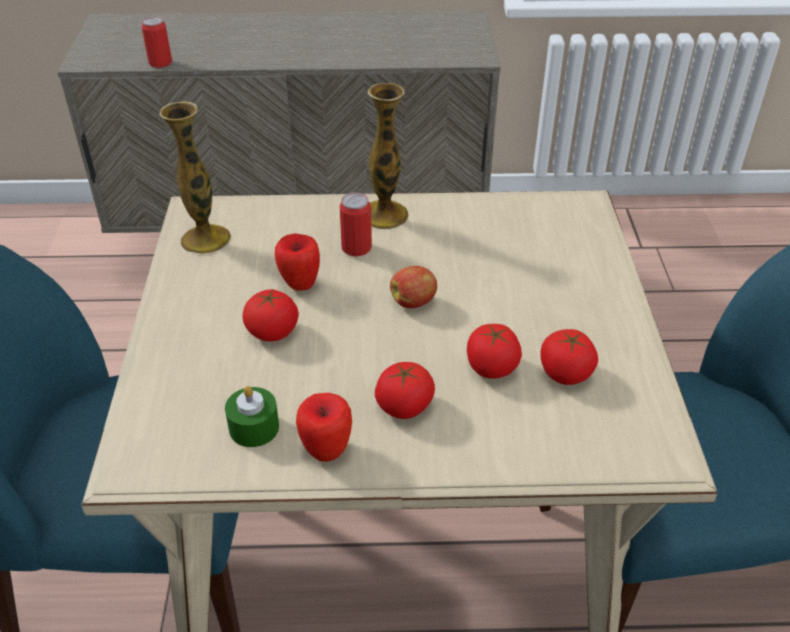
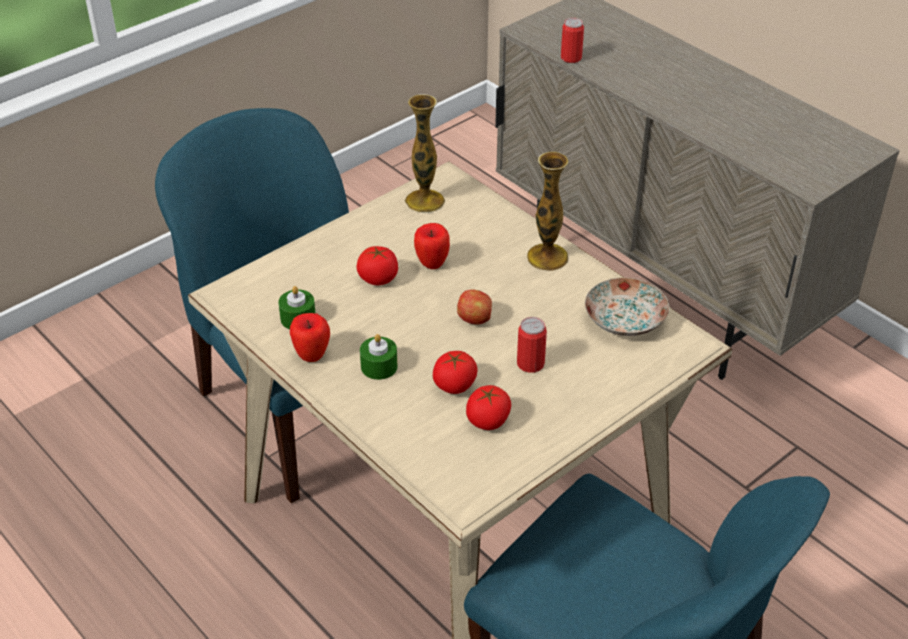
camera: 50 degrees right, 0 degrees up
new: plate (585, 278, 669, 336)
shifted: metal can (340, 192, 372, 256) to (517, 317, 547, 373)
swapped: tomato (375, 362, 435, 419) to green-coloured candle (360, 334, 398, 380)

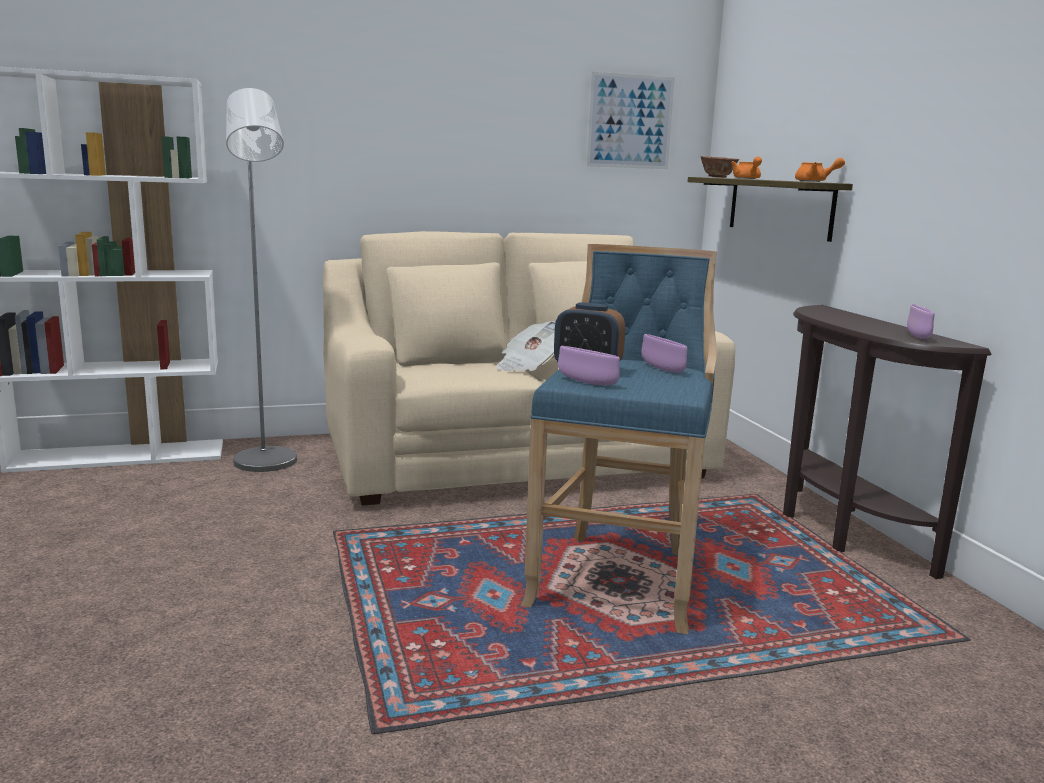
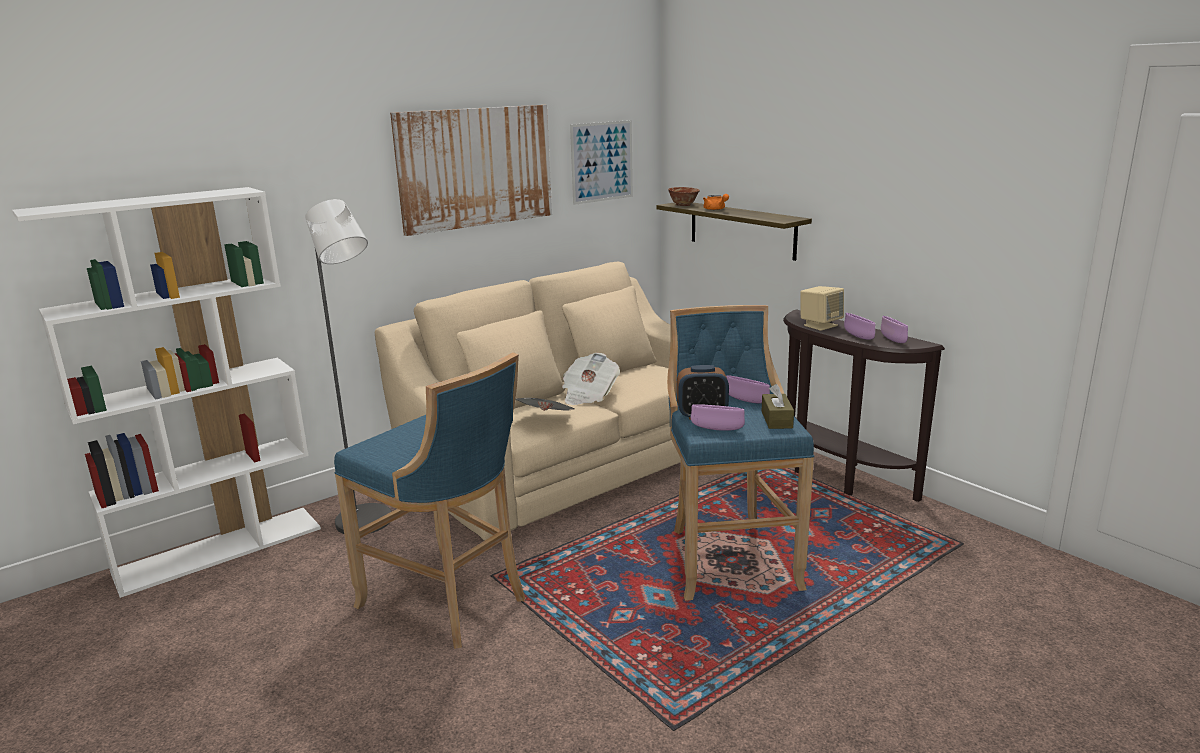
camera: 20 degrees left, 5 degrees up
gone: orange-coloured tea pot (795, 158, 845, 182)
new: bluish stool seat (334, 352, 525, 649); wall art (390, 105, 552, 236); printed paper (515, 398, 574, 411); brown tissue box (762, 384, 794, 429); sand-coloured audio speaker (800, 286, 844, 331); purplish serving bowl (844, 313, 875, 340)

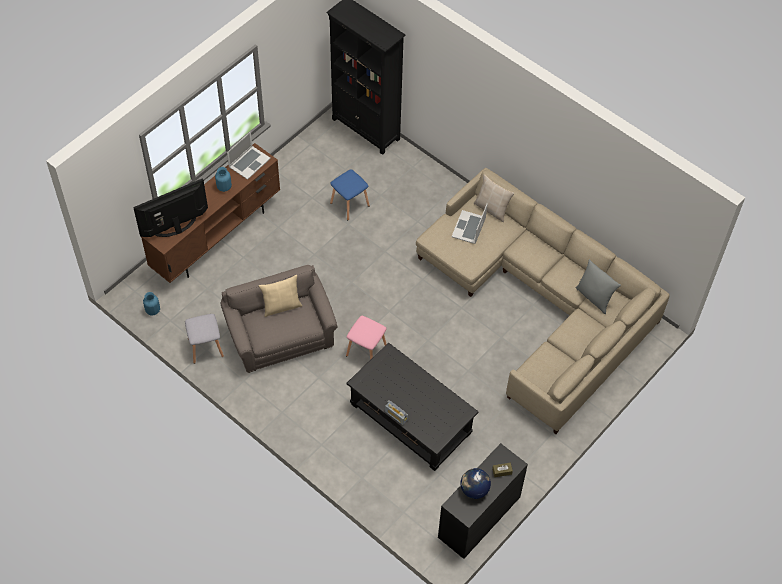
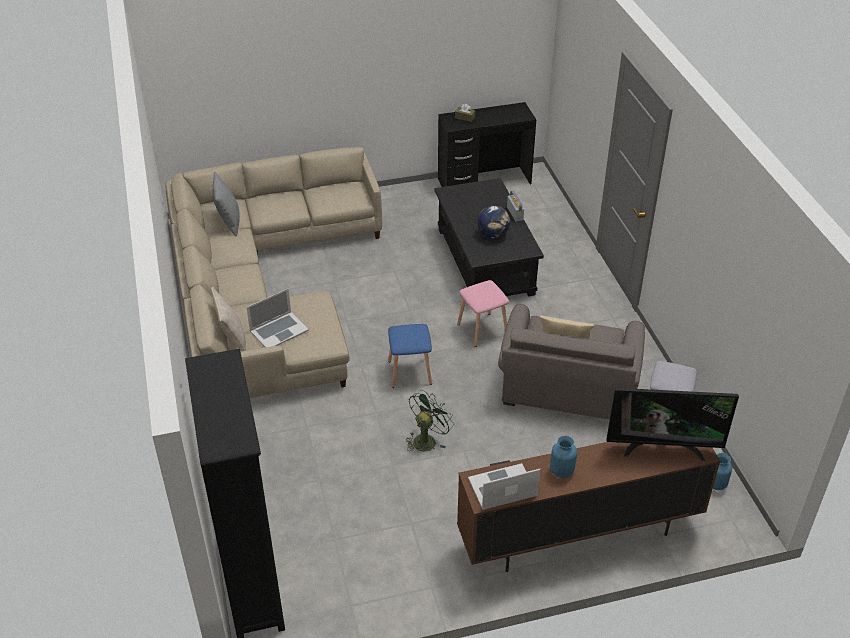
camera: 145 degrees left, 15 degrees down
new: green-coloured electric fan (406, 390, 454, 452)
shifted: bluish stool seat (330, 169, 370, 221) to (388, 324, 432, 388); world globe (460, 468, 491, 499) to (477, 205, 510, 238)

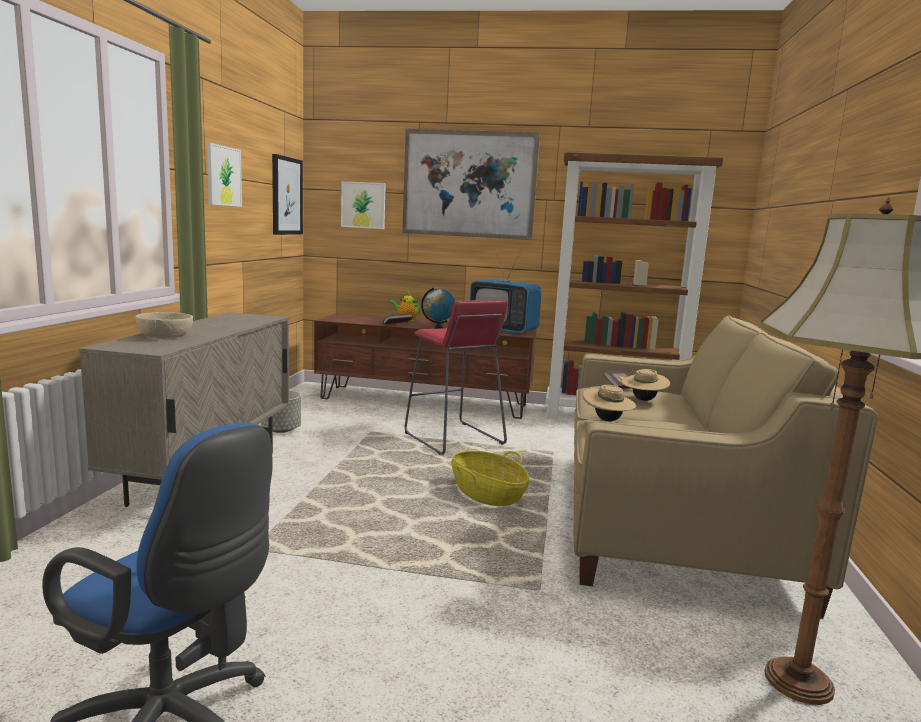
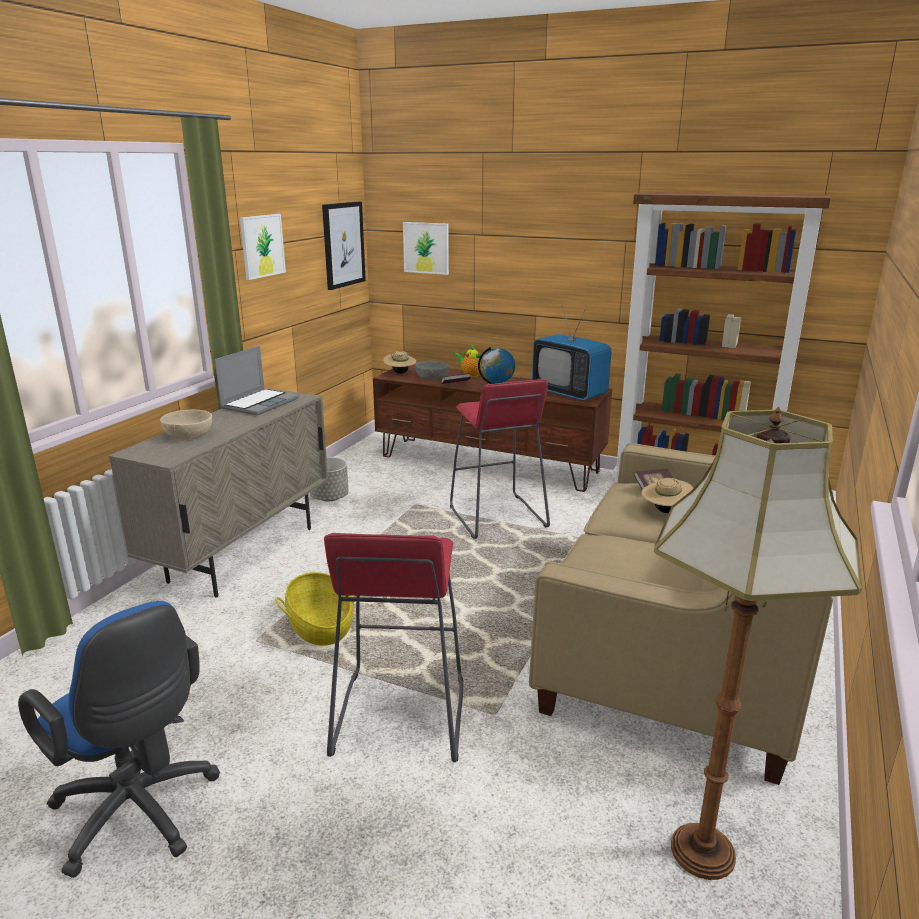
camera: 15 degrees right, 10 degrees up
gone: wall art (402, 129, 540, 240)
new: laptop (215, 346, 299, 415); reddish stool seat (324, 533, 463, 762); gray serving bowl (415, 361, 449, 380)
shifted: basket (452, 451, 529, 506) to (275, 572, 356, 645); sand-coloured hat (583, 385, 636, 421) to (383, 351, 416, 374)

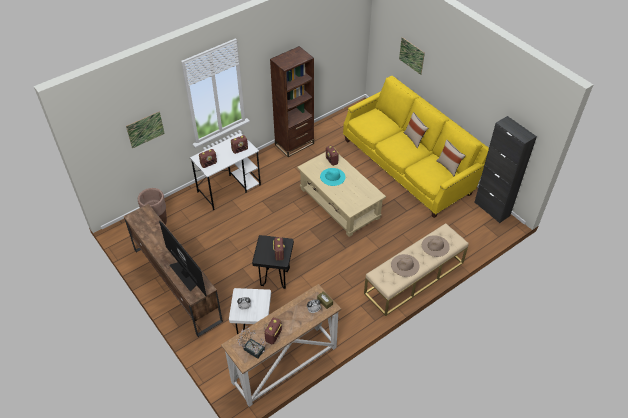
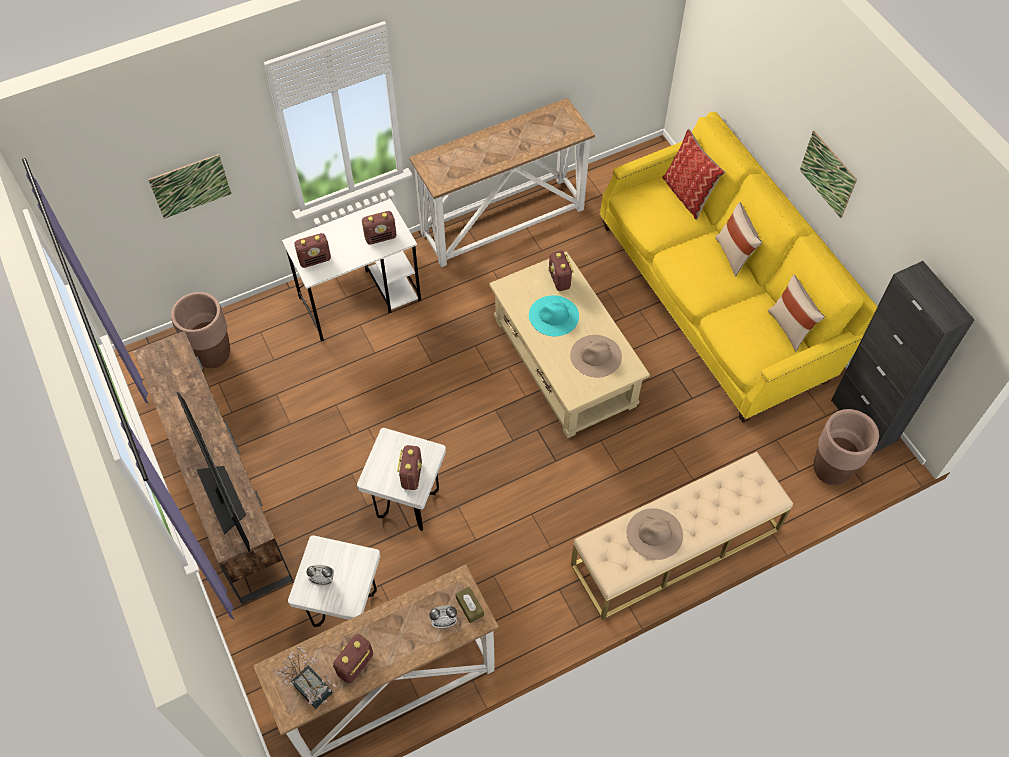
camera: 10 degrees right, 10 degrees up
new: pillow (662, 129, 725, 220); brown planter (814, 409, 879, 485)
shifted: wall art (399, 37, 425, 75) to (800, 131, 857, 218); sand-coloured hat (422, 235, 450, 257) to (570, 335, 622, 378)
swapped: brown bookcase (270, 46, 314, 157) to hall table (409, 98, 595, 267)
repainted: black-coloured stool seat (252, 235, 294, 289) to white stool seat (357, 428, 446, 531)

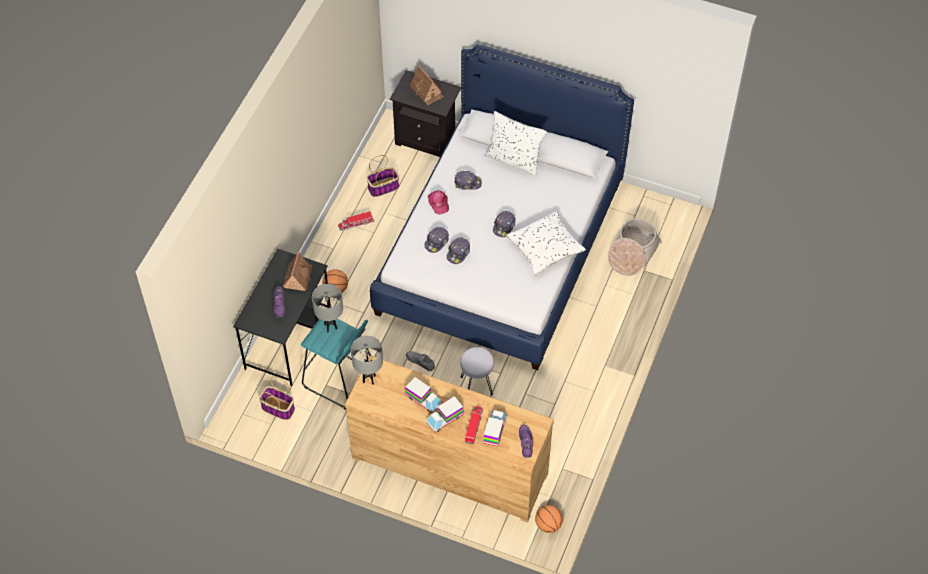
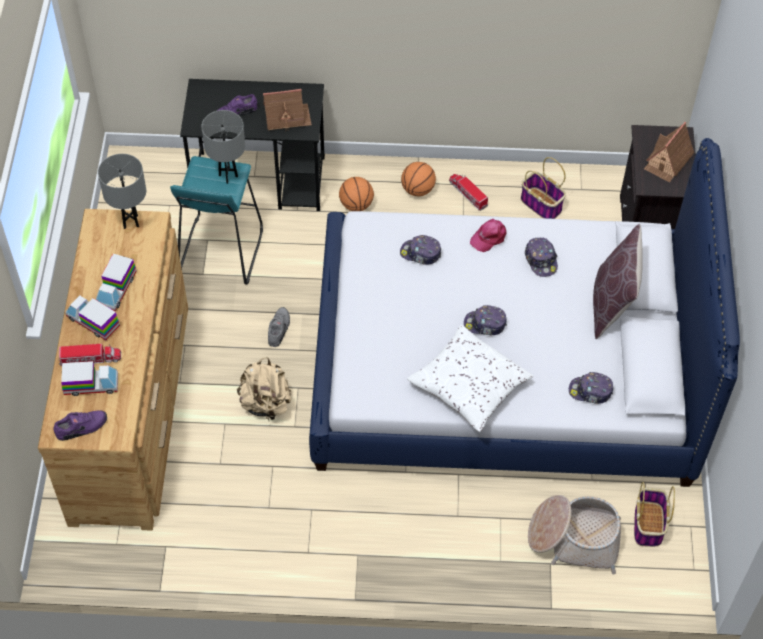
camera: 70 degrees right, 0 degrees up
shifted: basket (259, 376, 295, 420) to (634, 482, 675, 547); peaked cap (447, 237, 470, 264) to (569, 372, 613, 404); ball for basketball (535, 505, 563, 533) to (401, 162, 436, 196)
swapped: gray stool seat (460, 347, 494, 395) to sand-coloured backpack (237, 357, 292, 420)
repainted: white pillow (485, 111, 547, 176) to brown pillow (593, 224, 643, 339)

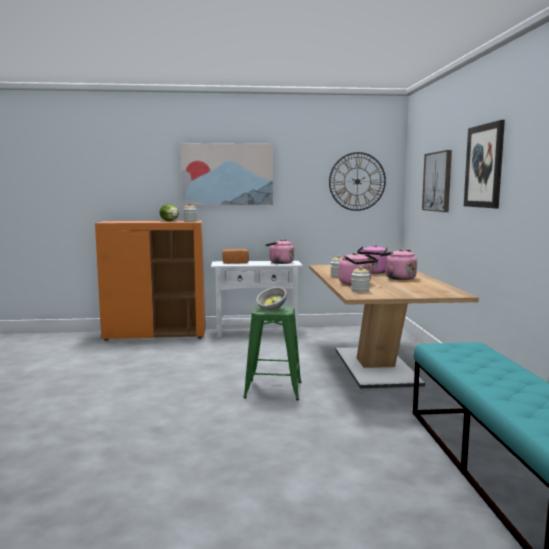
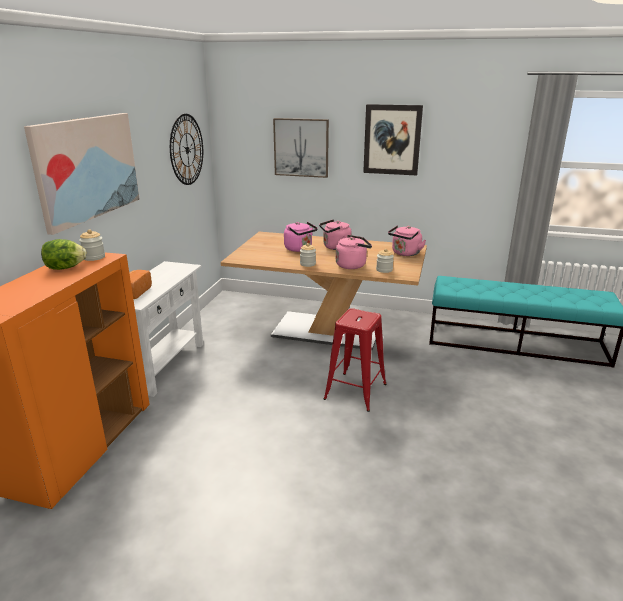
camera: 70 degrees left, 15 degrees up
gone: serving bowl (256, 287, 287, 311)
shifted: pink-coloured water kettle (266, 239, 294, 264) to (388, 225, 426, 256)
repainted: green-coloured stool seat (243, 306, 301, 400) to reddish stool seat (323, 308, 387, 412)

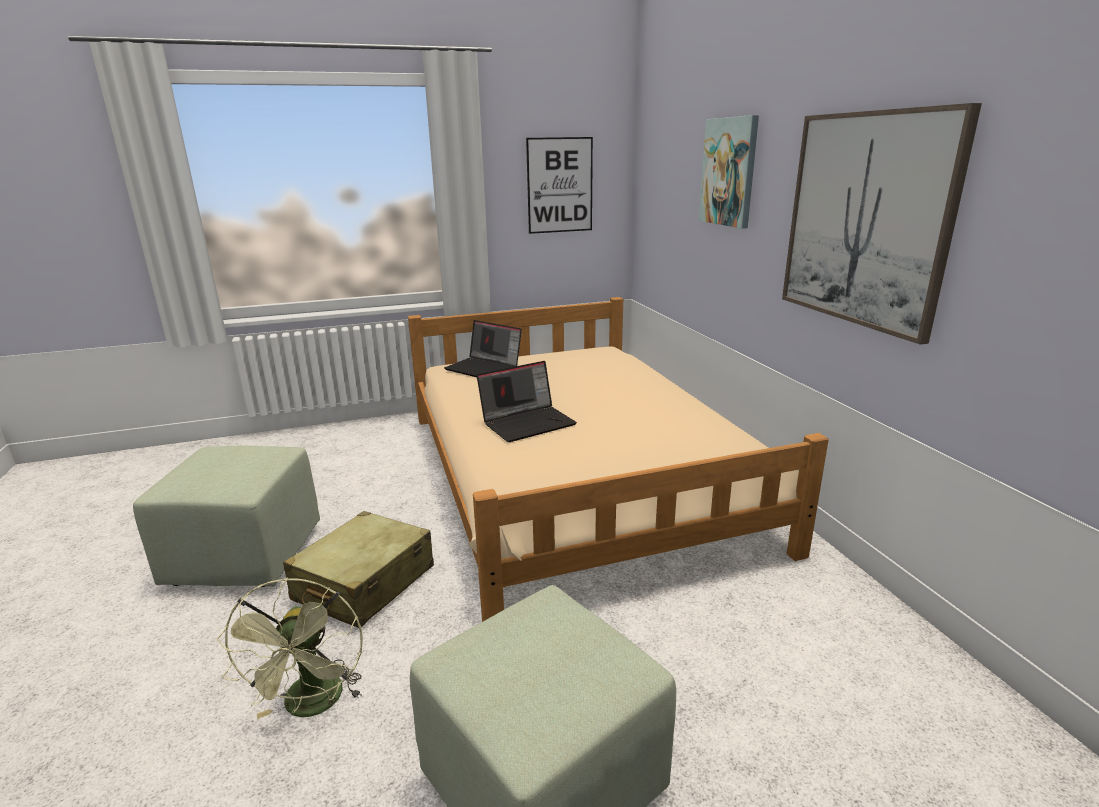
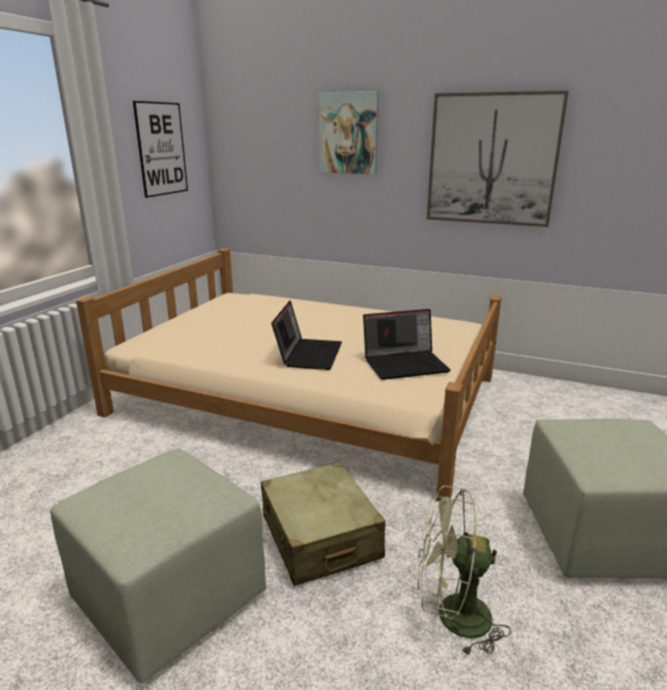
camera: 50 degrees left, 0 degrees up
shifted: laptop (444, 320, 522, 377) to (363, 309, 451, 380)
rotated: green-coloured electric fan (217, 578, 363, 719) = (418, 486, 511, 657) 150 degrees clockwise

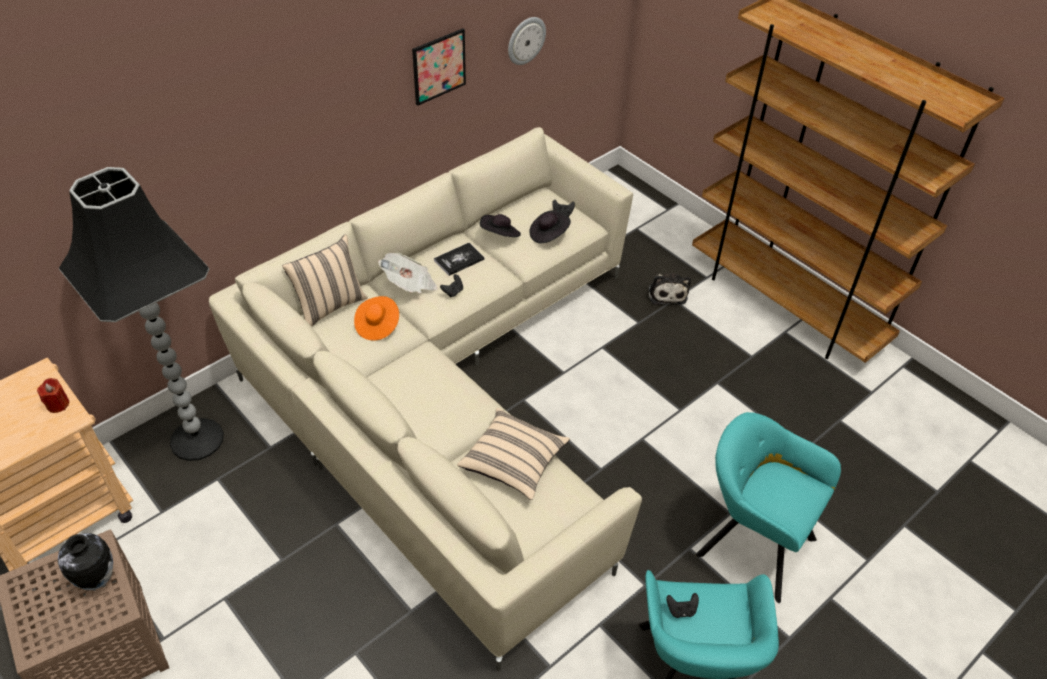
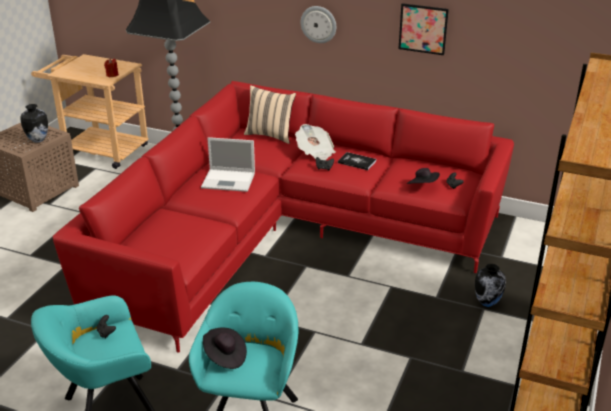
camera: 65 degrees right, 15 degrees down
gone: orange-coloured hat (354, 296, 399, 341); sand-coloured pillow (457, 408, 570, 500)
new: laptop (201, 137, 255, 192)
shifted: black-coloured hat (480, 214, 521, 237) to (203, 328, 247, 369); hanging clock (508, 17, 546, 65) to (301, 6, 336, 43)
swapped: plush toy (649, 273, 691, 305) to vase (475, 264, 506, 307)
repainted: sand-coloured sofa (209, 127, 642, 671) to reddish sofa (53, 81, 514, 352)

